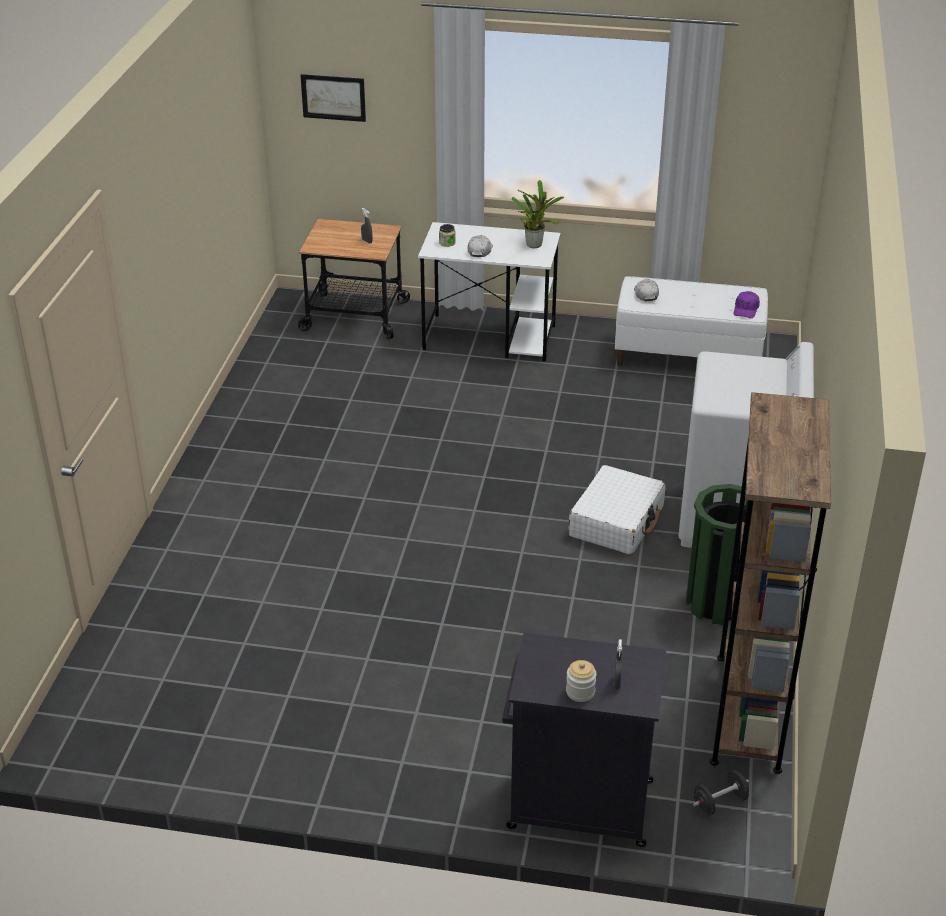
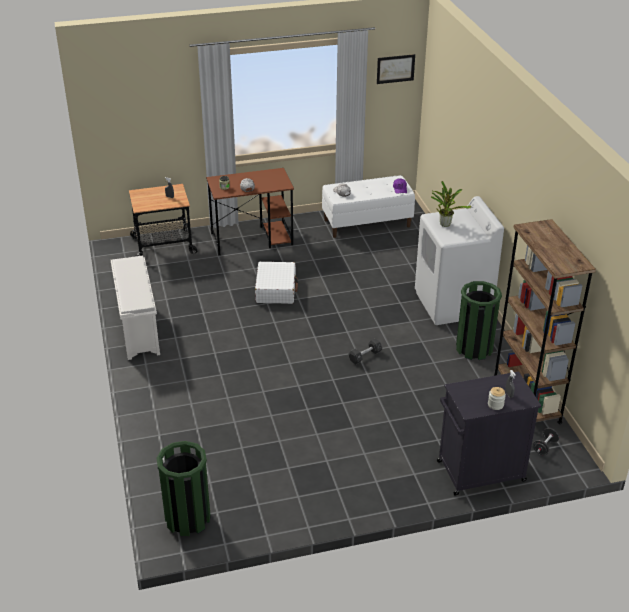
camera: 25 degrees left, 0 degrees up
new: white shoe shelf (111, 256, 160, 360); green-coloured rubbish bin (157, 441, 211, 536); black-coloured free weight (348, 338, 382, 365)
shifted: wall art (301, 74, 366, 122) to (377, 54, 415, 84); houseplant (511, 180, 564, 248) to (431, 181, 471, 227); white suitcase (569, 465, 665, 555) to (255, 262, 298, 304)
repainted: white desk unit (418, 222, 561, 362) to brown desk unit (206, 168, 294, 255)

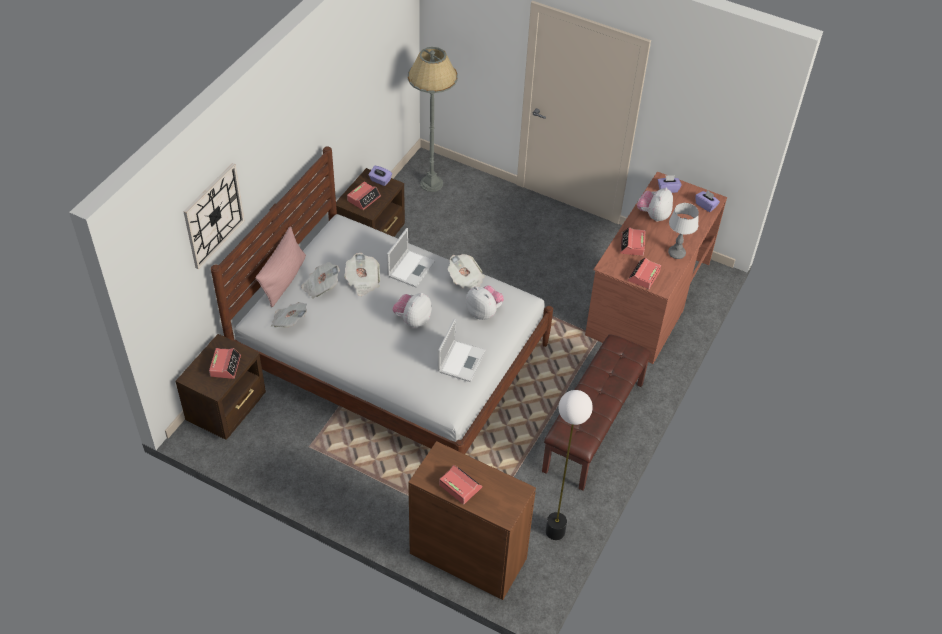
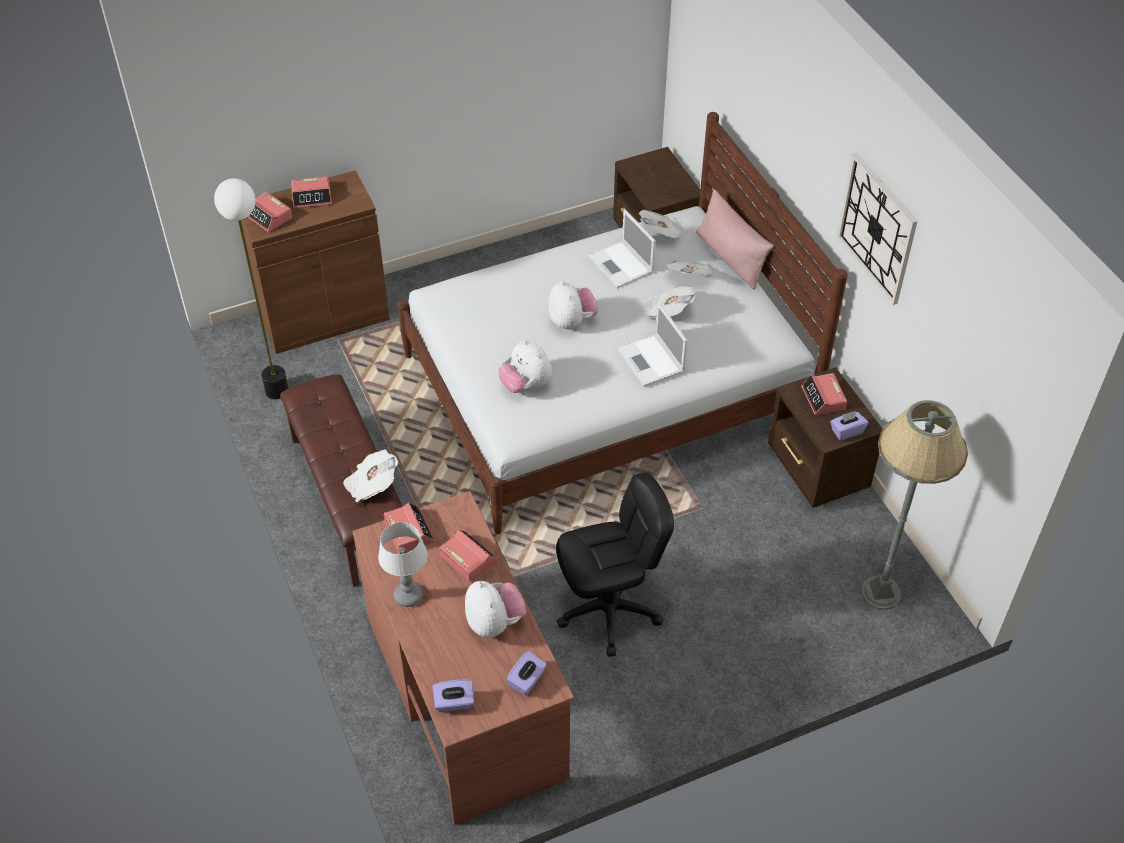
camera: 130 degrees right, 0 degrees up
new: black-coloured office chair (556, 473, 674, 656)
shifted: hanging clock (183, 163, 245, 269) to (837, 154, 917, 305); table clock (209, 348, 241, 379) to (248, 192, 292, 232); laptop (438, 319, 486, 382) to (588, 209, 656, 288); printed paper (448, 254, 485, 289) to (343, 449, 398, 502)
rotated: plush toy (466, 285, 504, 320) = (498, 340, 552, 393) 60 degrees clockwise

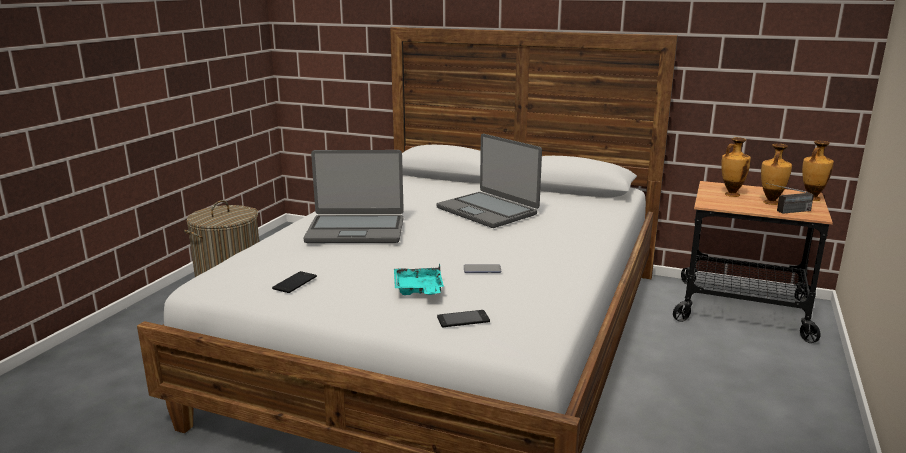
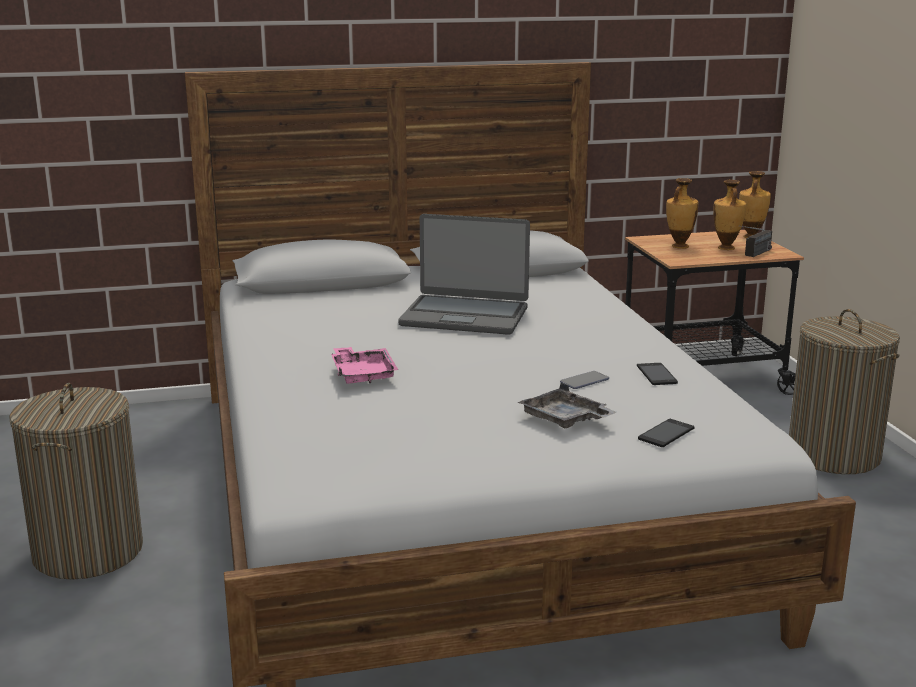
camera: 35 degrees left, 0 degrees up
new: laundry basket (789, 309, 900, 474)
shifted: telephone (272, 271, 317, 293) to (637, 363, 678, 385)
swapped: laptop (303, 150, 404, 243) to pink-coloured tray (331, 347, 398, 384)
repainted: turquoise-coloured tray (394, 264, 444, 295) to gray tray (518, 383, 616, 428)

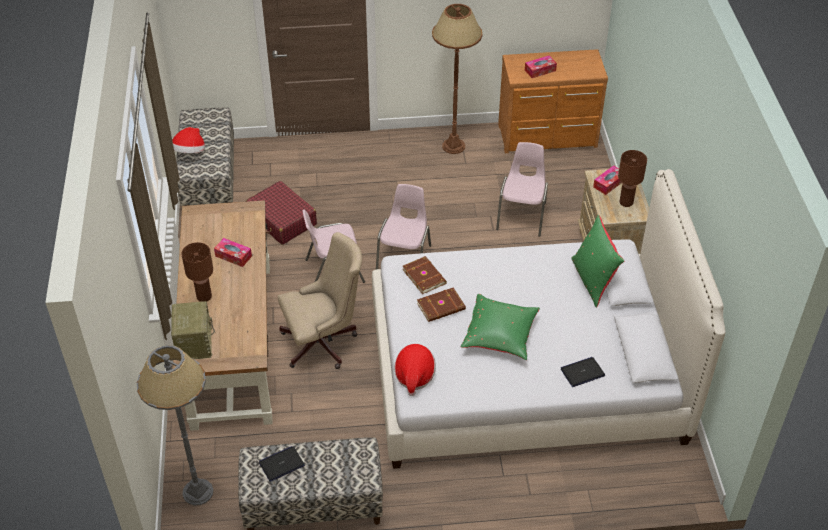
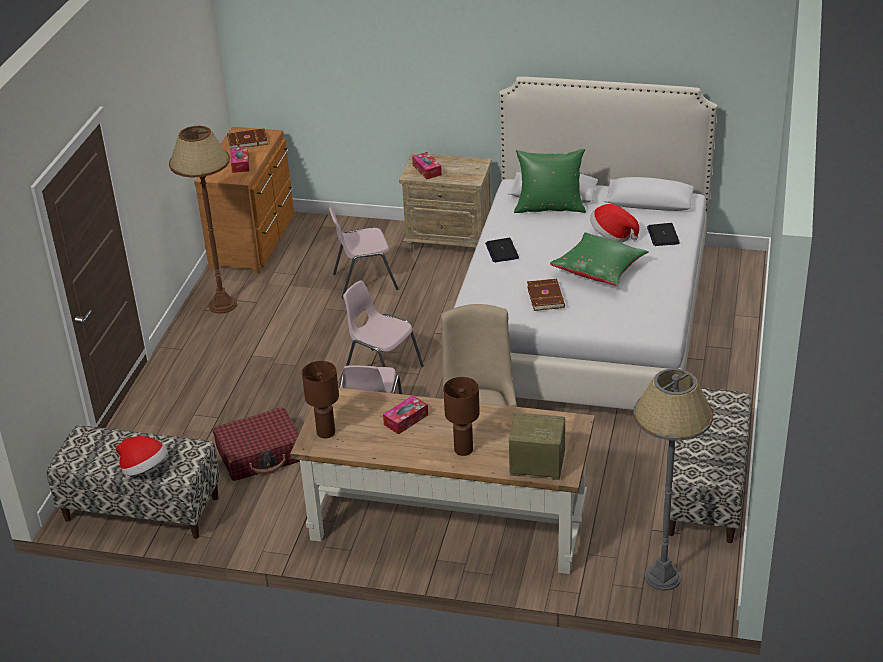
camera: 70 degrees left, 10 degrees down
shifted: laptop (259, 446, 305, 482) to (485, 238, 519, 262); hat (395, 344, 436, 396) to (590, 204, 639, 243); brown volume (402, 256, 447, 294) to (227, 128, 268, 150); brown table lamp (618, 150, 647, 207) to (302, 361, 339, 438)
rotated: pink-coloured plain chair (496, 142, 548, 237) = (329, 207, 399, 299) 45 degrees counterclockwise

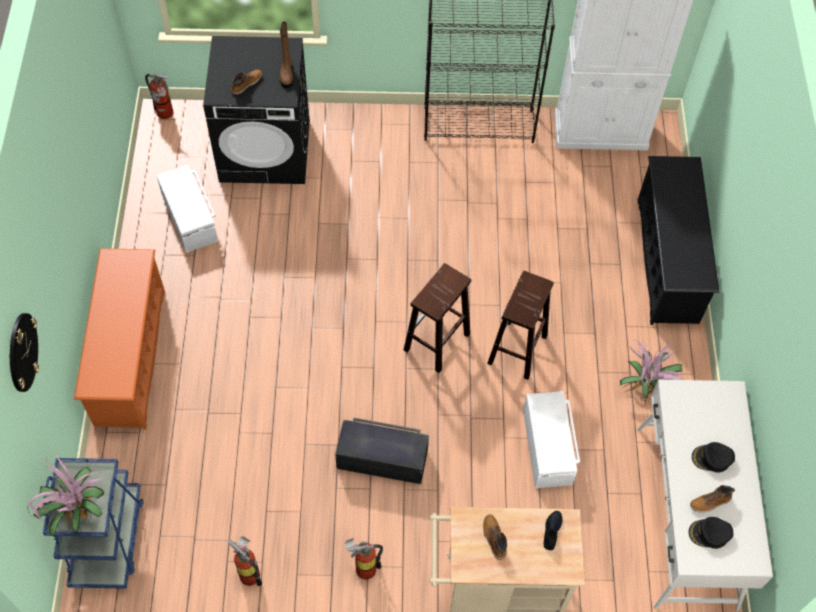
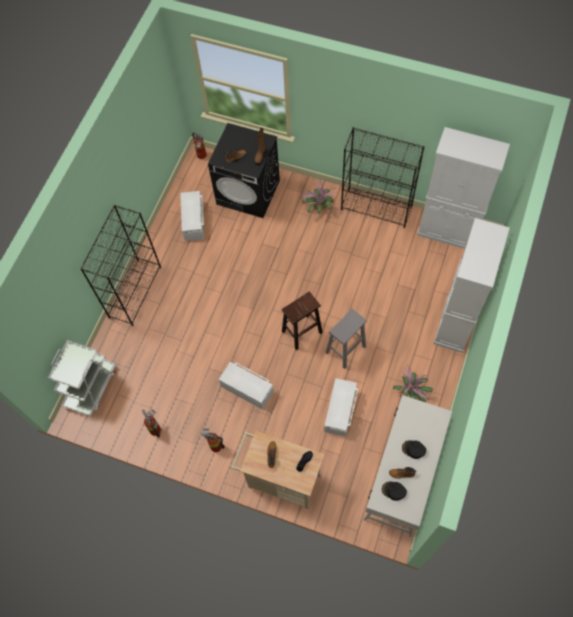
camera: 25 degrees right, 5 degrees up
gone: hanging clock (10, 313, 39, 392)
shifted: houseplant (27, 455, 104, 538) to (302, 178, 336, 214)
swapped: orange-coloured shoe shelf (74, 248, 165, 430) to black-coloured bookcase (80, 205, 161, 326); black-coloured shoe shelf (638, 156, 720, 325) to white storage cabinet (434, 218, 510, 353)
repainted: bluish cart (43, 458, 144, 589) to white cart (48, 340, 116, 417); black-coloured storage bin (335, 418, 429, 484) to white storage bin (219, 362, 274, 410); brown stool seat (487, 271, 554, 380) to gray stool seat (325, 309, 367, 369)

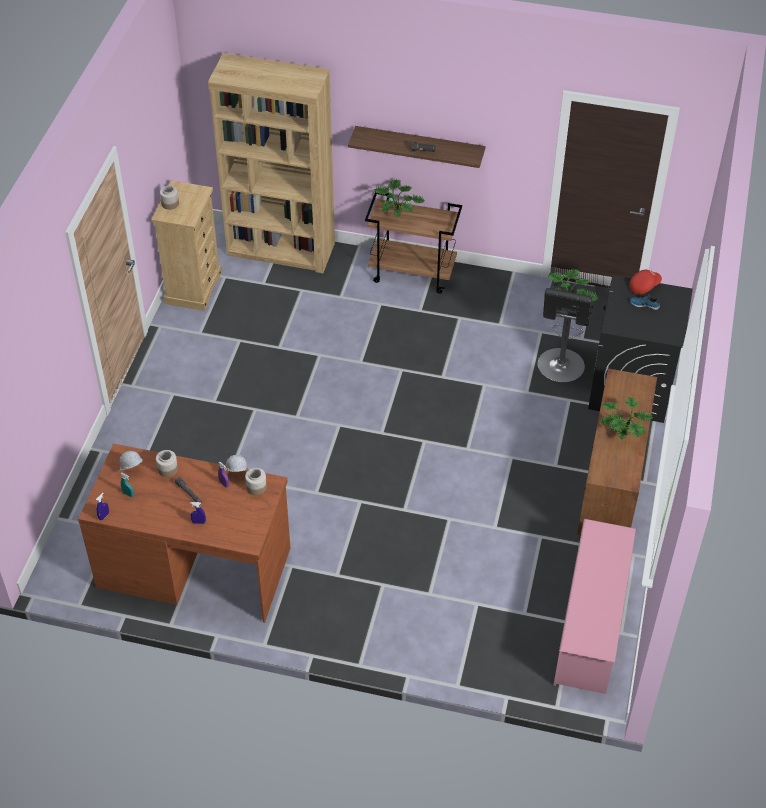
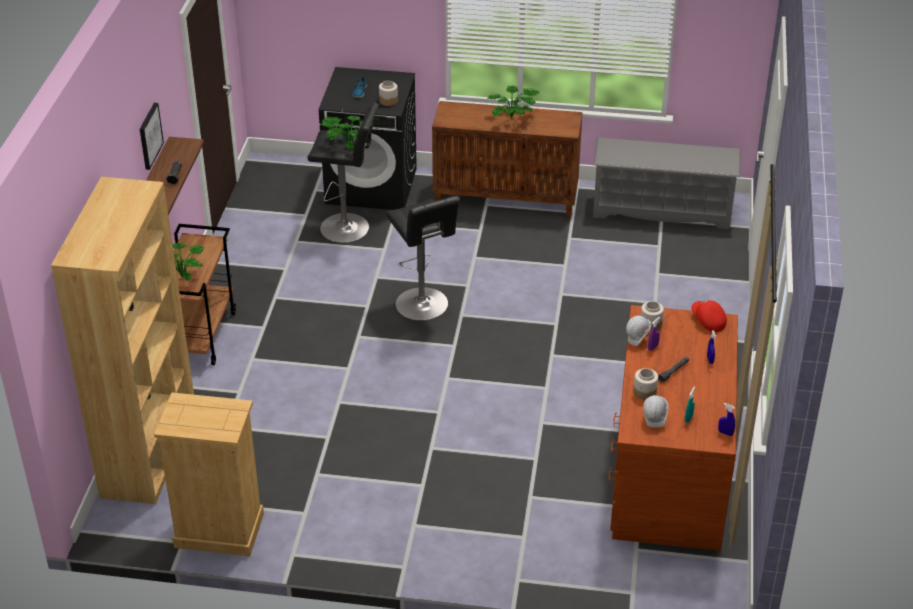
camera: 95 degrees left, 10 degrees down
new: wall art (140, 103, 164, 170); black-coloured stool seat (386, 196, 460, 321)
shifted: storage jar (160, 186, 179, 210) to (379, 81, 398, 106); reddish peaked cap (629, 270, 662, 295) to (691, 300, 727, 332)
repainted: pink-coloured shoe shelf (553, 519, 636, 694) to gray shoe shelf (593, 138, 741, 229)

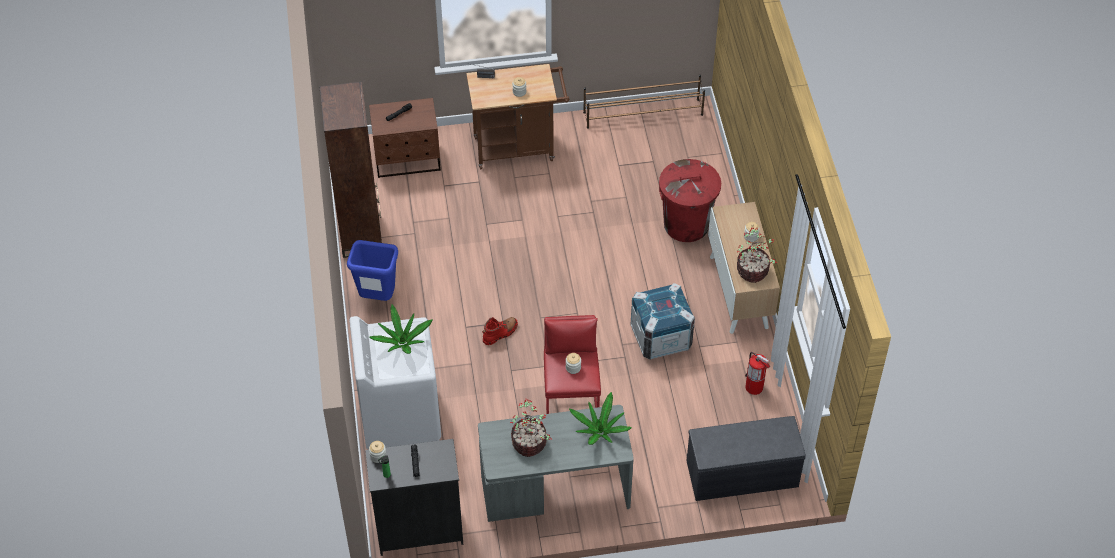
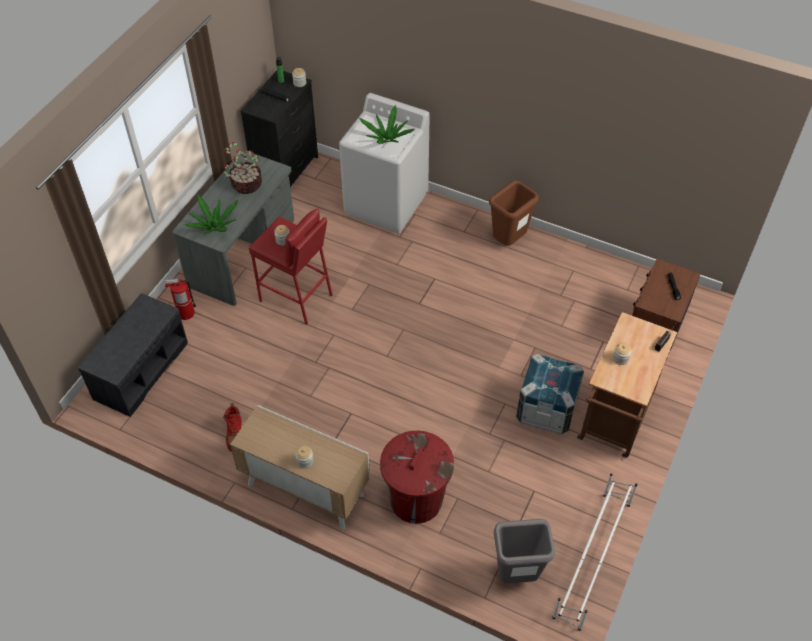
camera: 125 degrees right, 0 degrees up
gone: brown bookcase (319, 82, 382, 258); houseplant (737, 227, 778, 283)
new: gray rubbish bin (494, 519, 555, 583)
shifted: reddish boot (482, 317, 518, 345) to (223, 403, 242, 452); shipping crate (631, 283, 695, 360) to (516, 354, 584, 434); fire-fighting cylinder (745, 352, 770, 395) to (165, 279, 196, 320)
repainted: bluish rubbish bin (347, 240, 398, 301) to brown rubbish bin (489, 181, 539, 246); brown shoe shelf (583, 75, 705, 129) to white shoe shelf (552, 473, 638, 631)

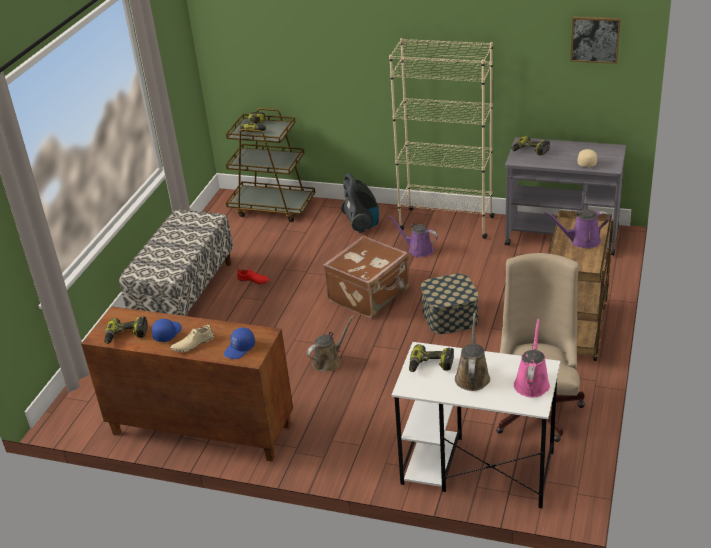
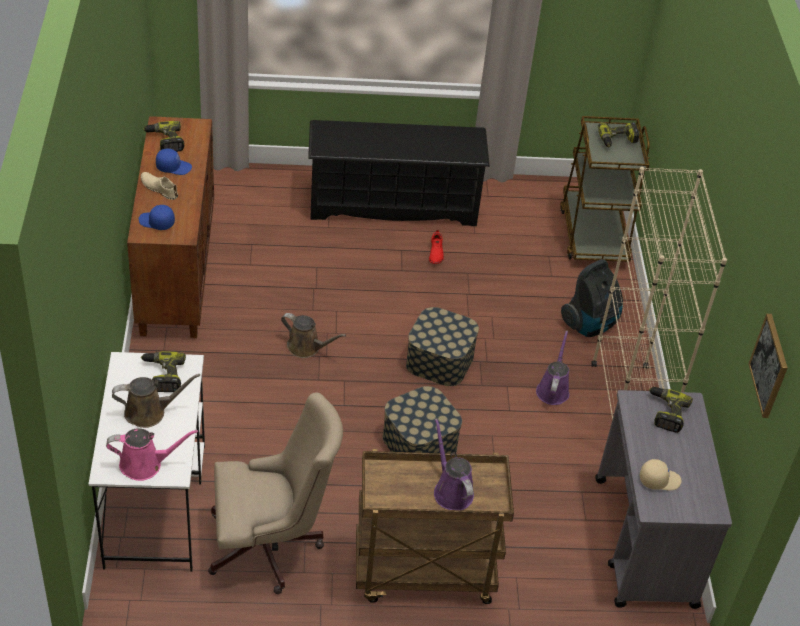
camera: 65 degrees right, 10 degrees up
swapped: long seat (119, 210, 233, 316) to black-coloured shoe shelf (308, 120, 490, 226); brown suitcase (323, 236, 409, 318) to storage bin (406, 307, 479, 386)

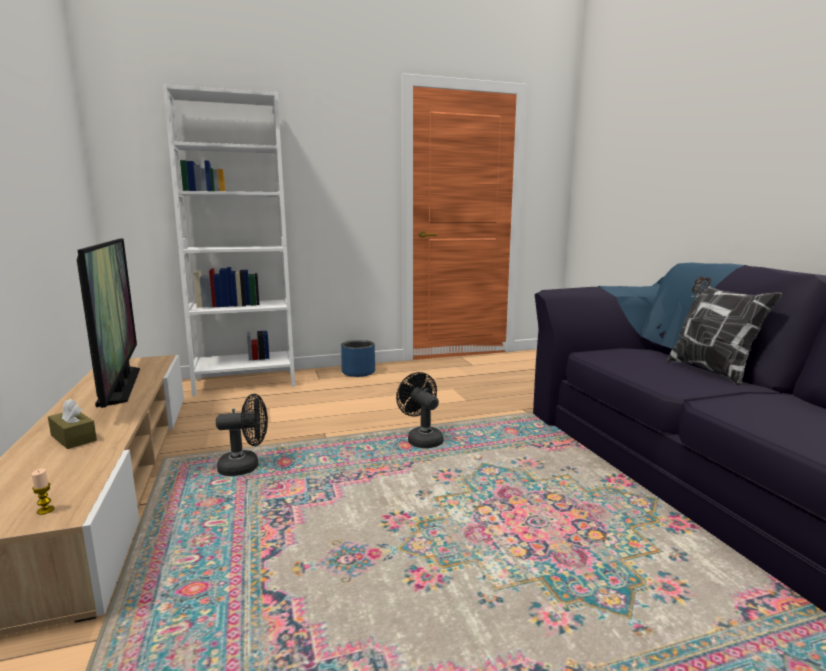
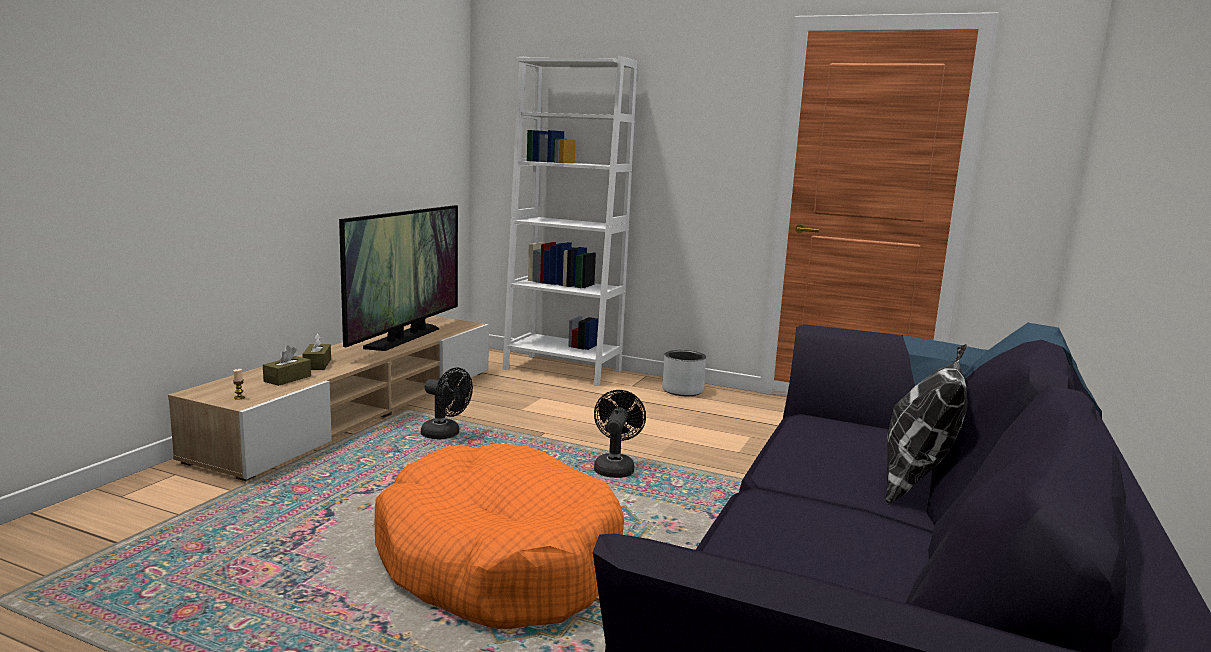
camera: 40 degrees right, 0 degrees up
new: brown tissue box (263, 346, 311, 386); orange-coloured dog bed (375, 444, 624, 629)
repainted: bluish planter (341, 340, 375, 377) to gray planter (662, 350, 706, 396)

